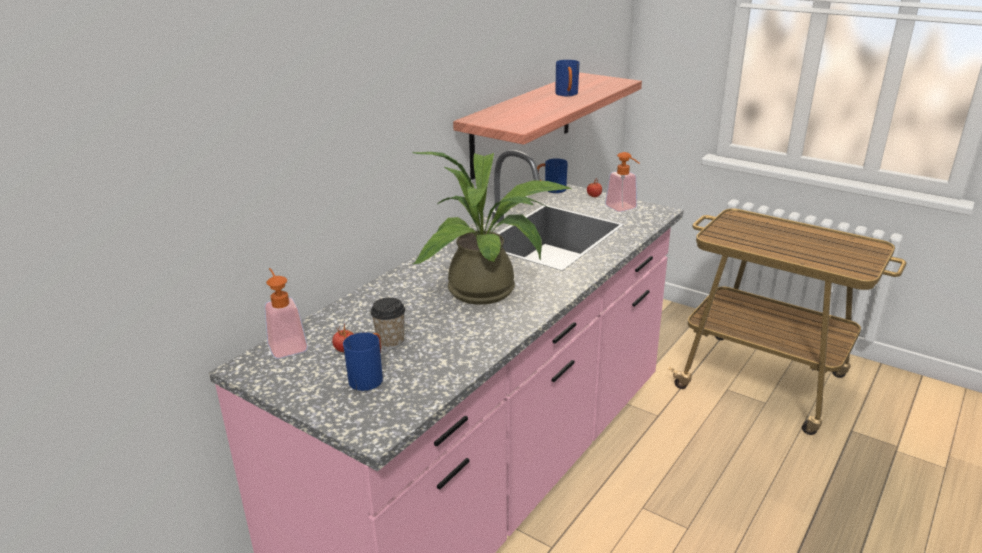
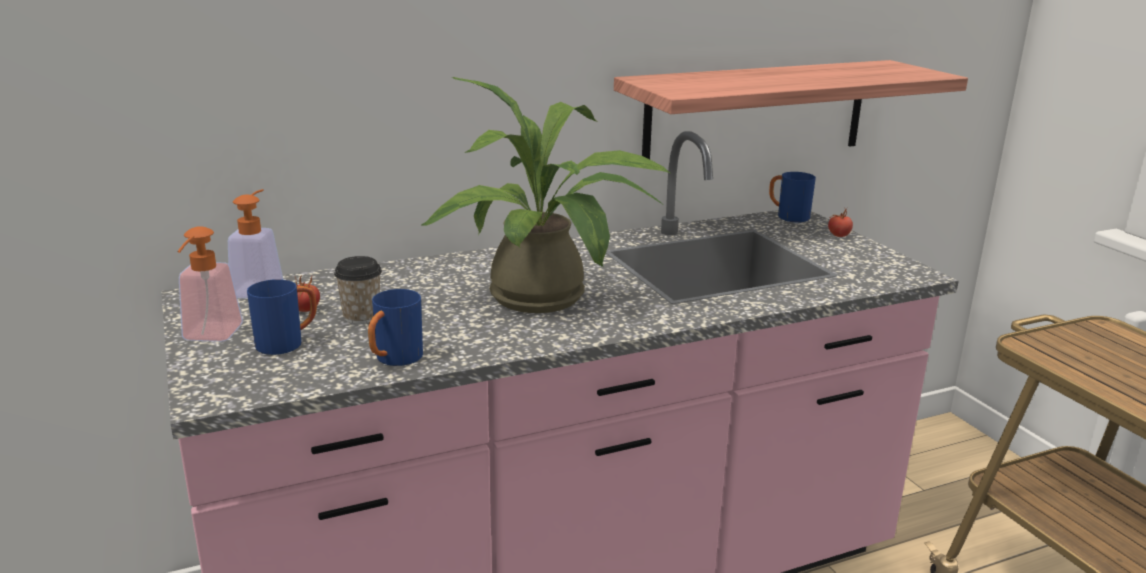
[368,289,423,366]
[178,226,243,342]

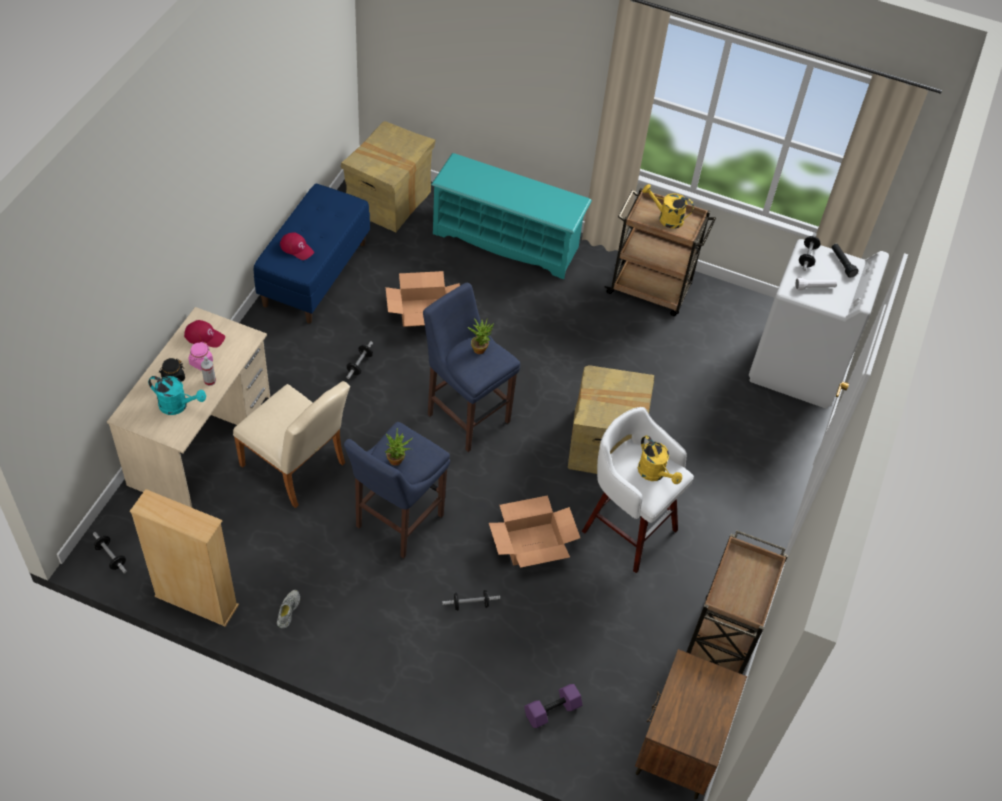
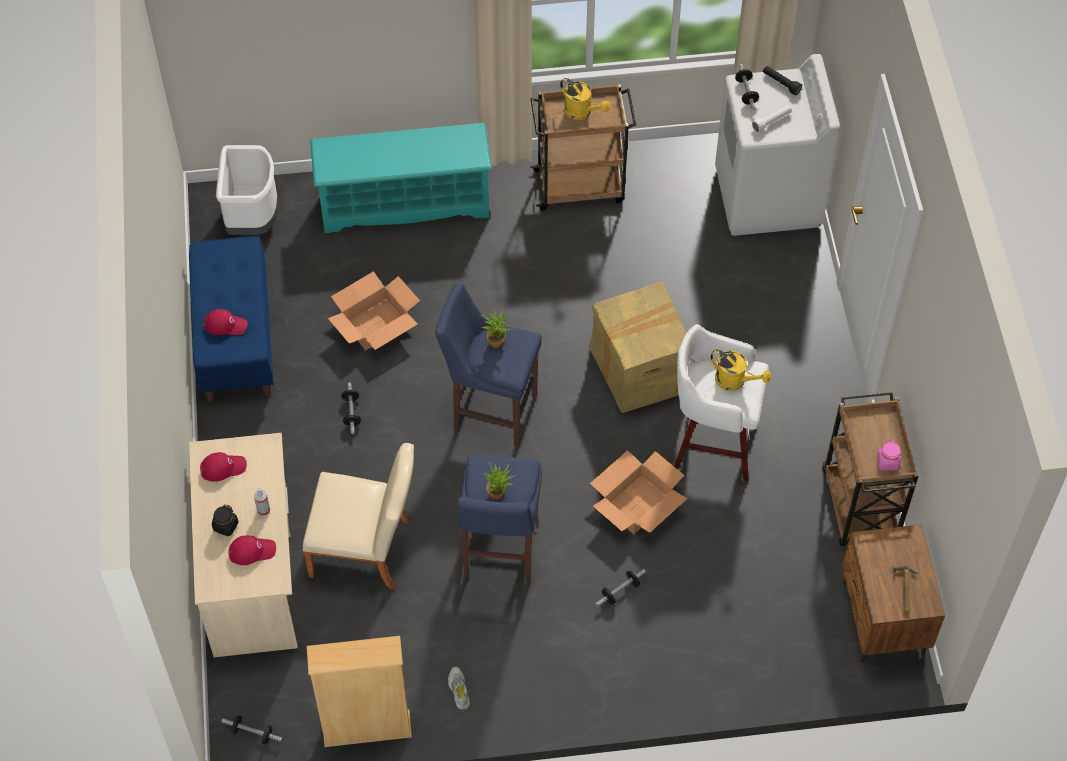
[524,684,583,728] (first image)
[892,565,918,612]
[877,440,901,470]
[229,535,276,565]
[216,145,278,235]
[560,78,610,120]

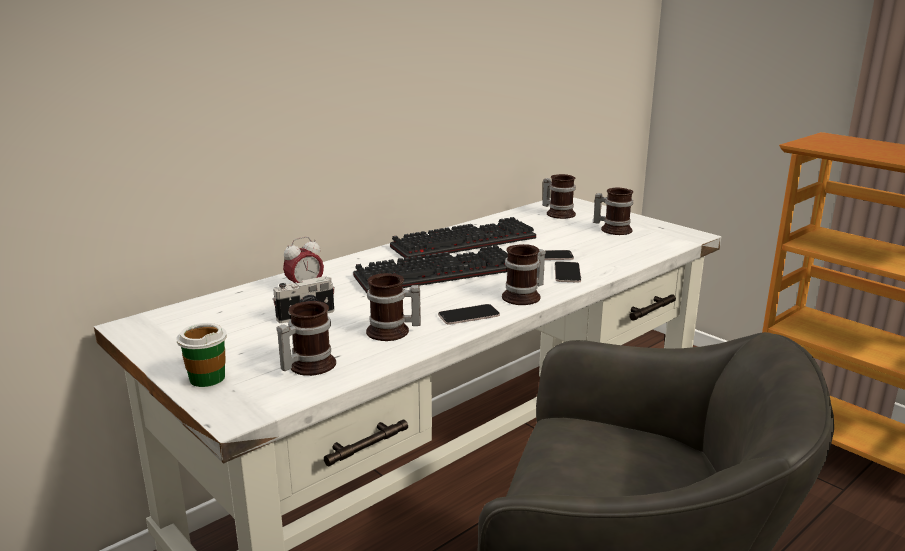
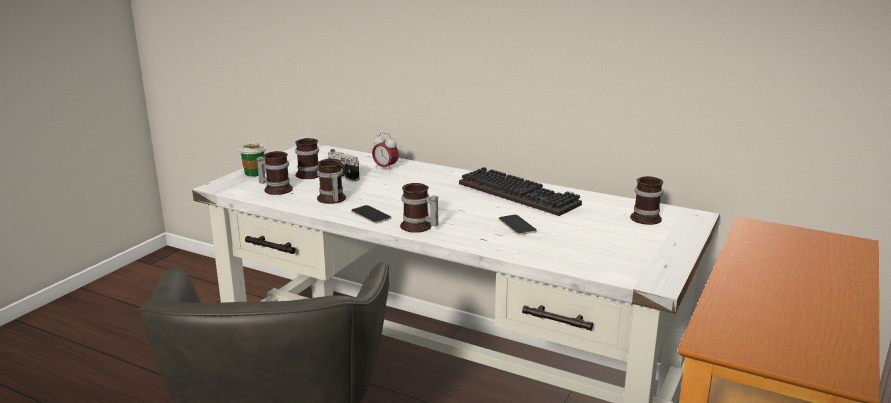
[353,245,508,293] (first image)
[555,262,581,283] (first image)
[295,138,319,179]

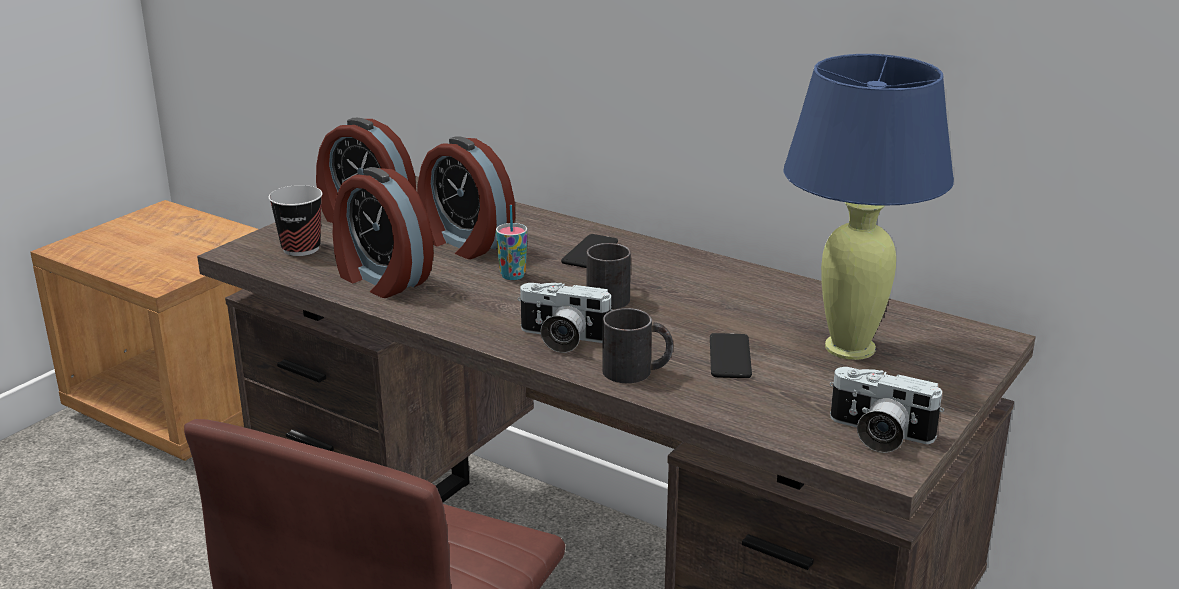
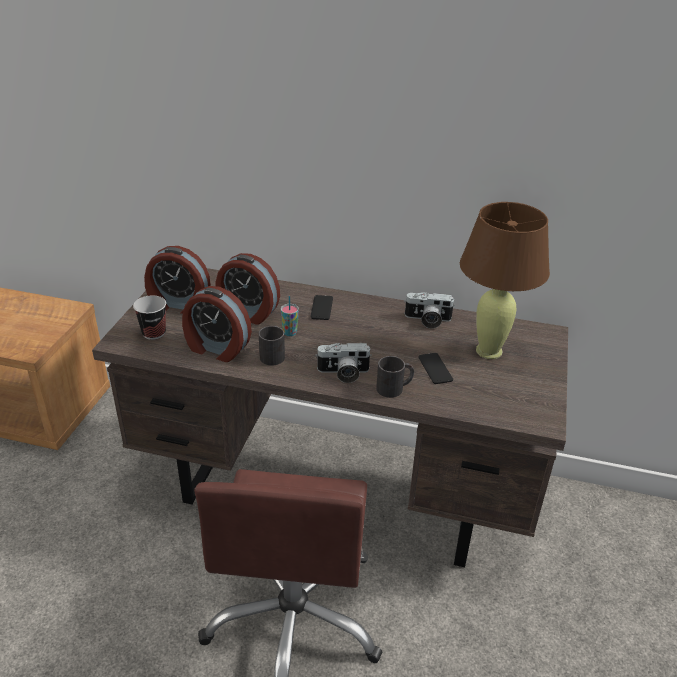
[259,325,285,365]
[404,292,455,329]
[460,202,550,359]

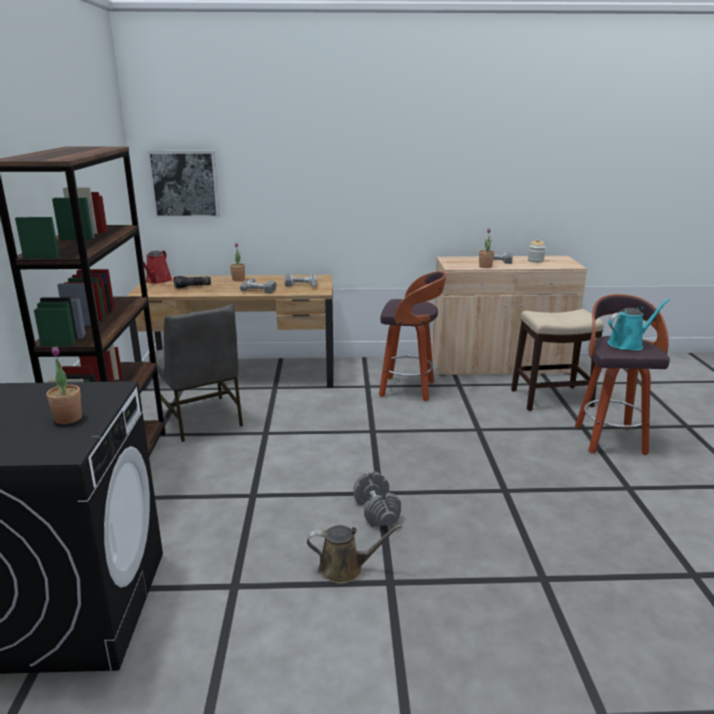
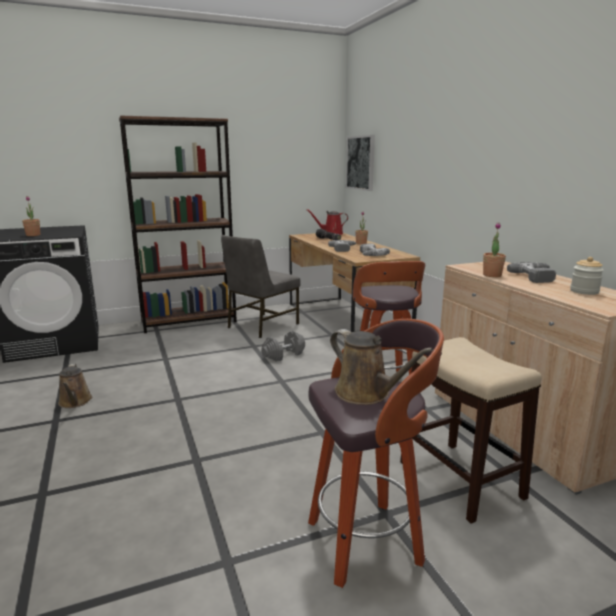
[261,331,305,361]
[330,329,434,405]

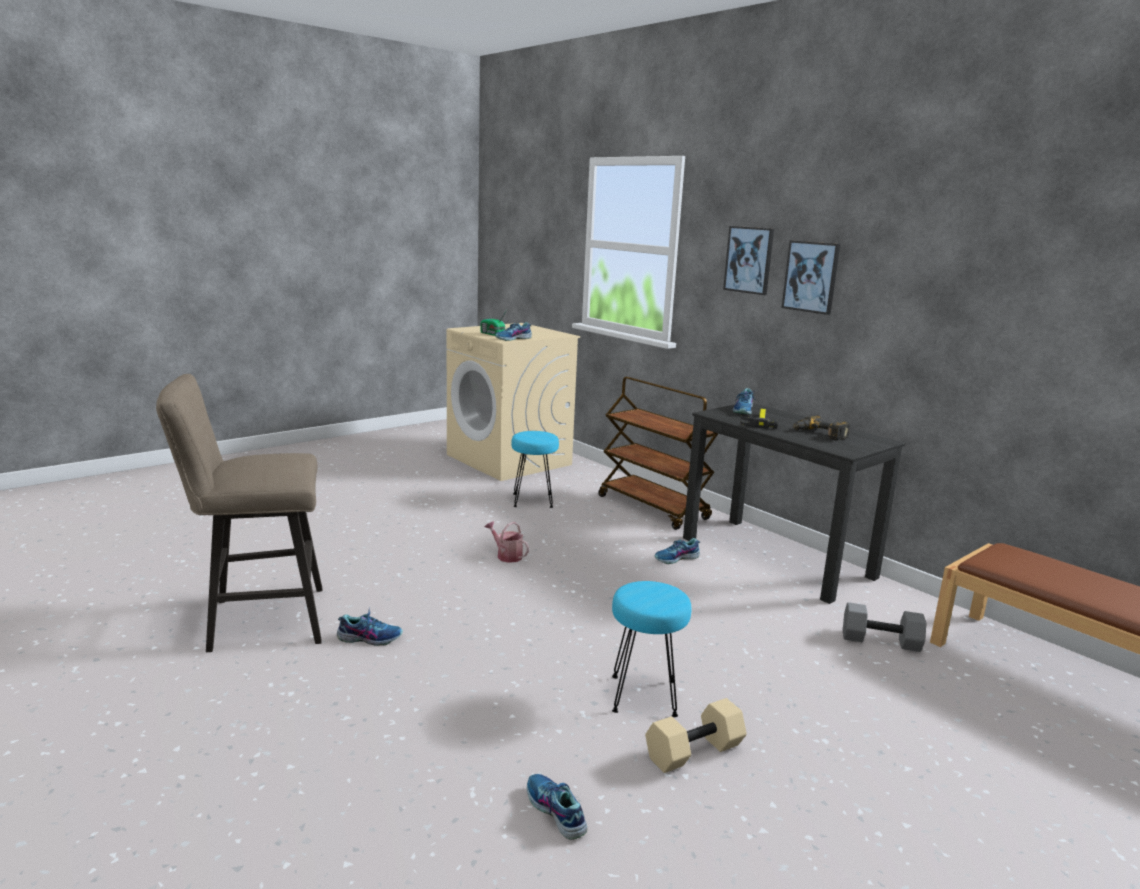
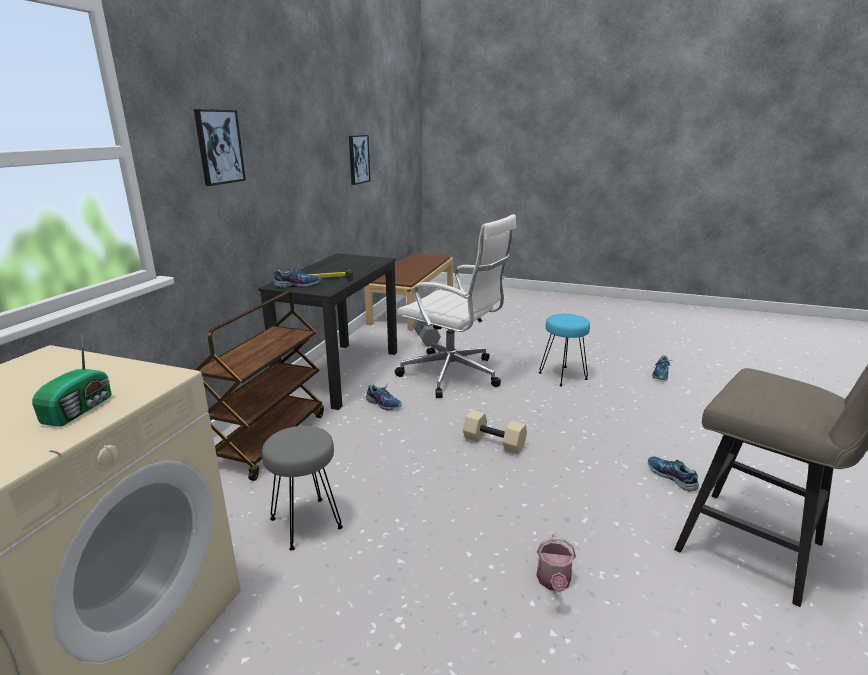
[495,322,532,341] (first image)
[793,415,850,440] (first image)
[395,214,516,398]
[536,533,576,592]
[463,410,527,454]
[349,135,371,185]
[262,426,343,550]

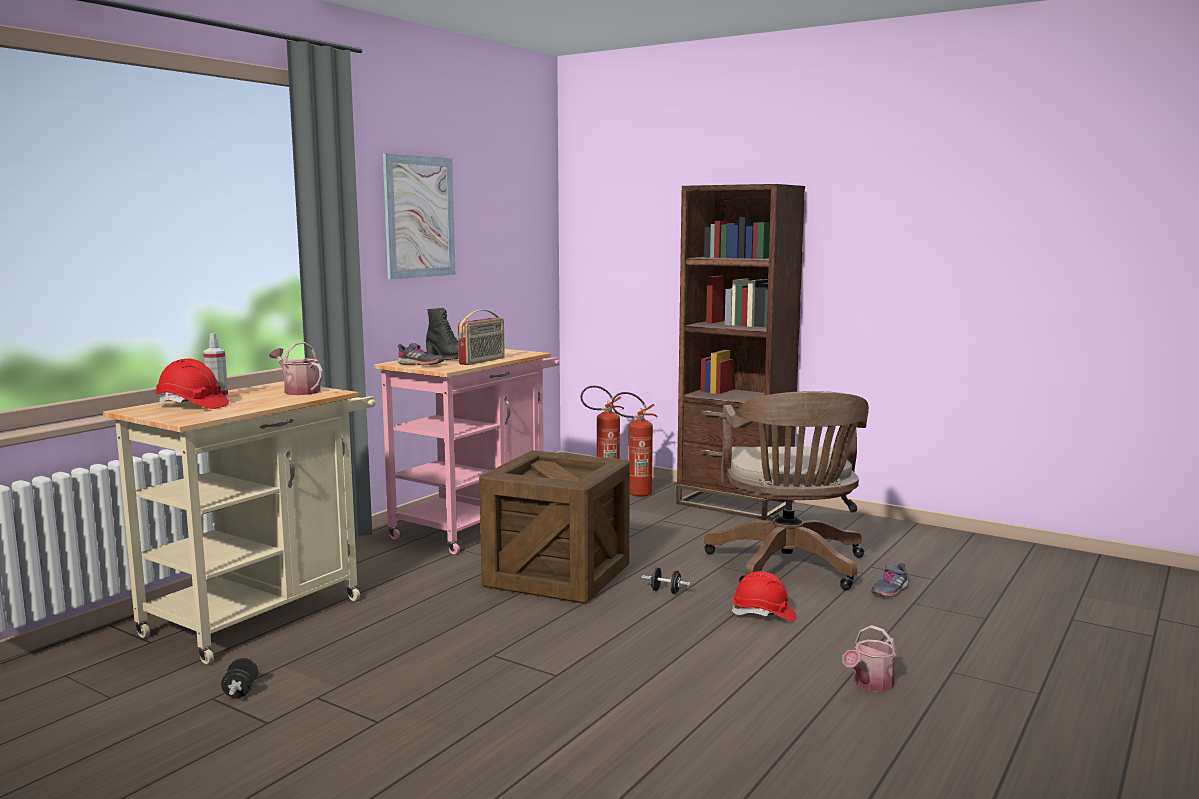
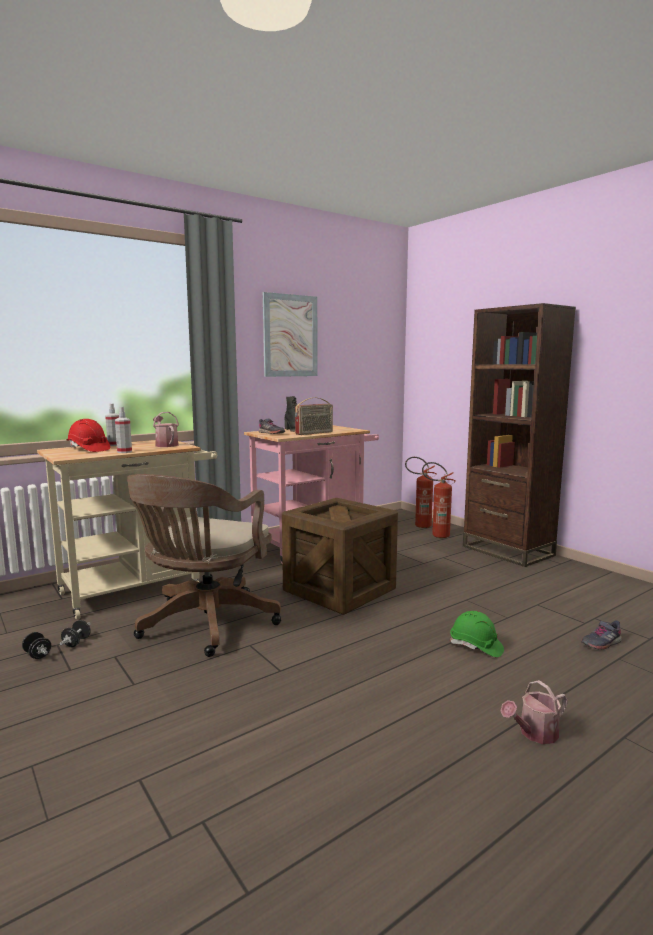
[115,407,132,453]
[22,632,51,659]
[127,474,281,657]
[450,611,504,657]

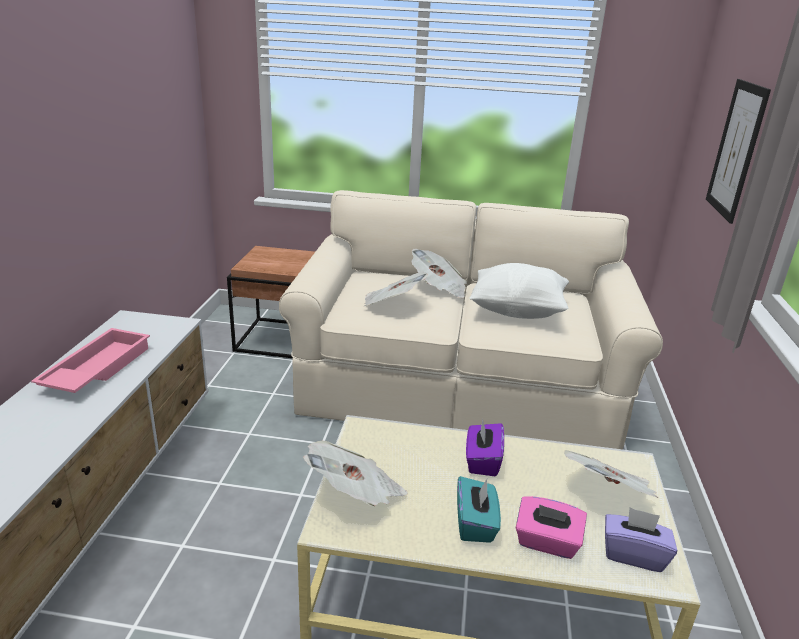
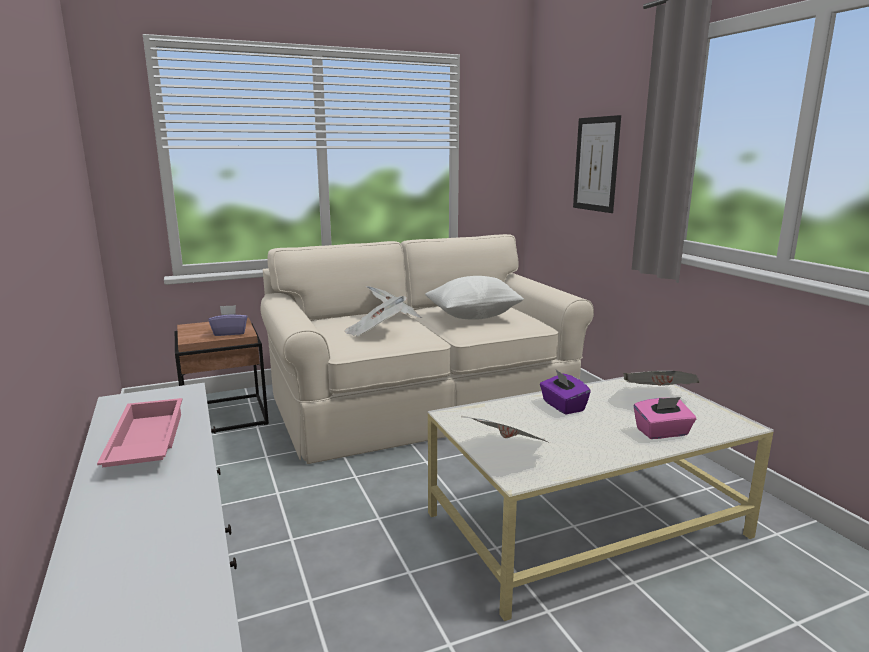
[457,476,501,543] (first image)
[208,305,248,336]

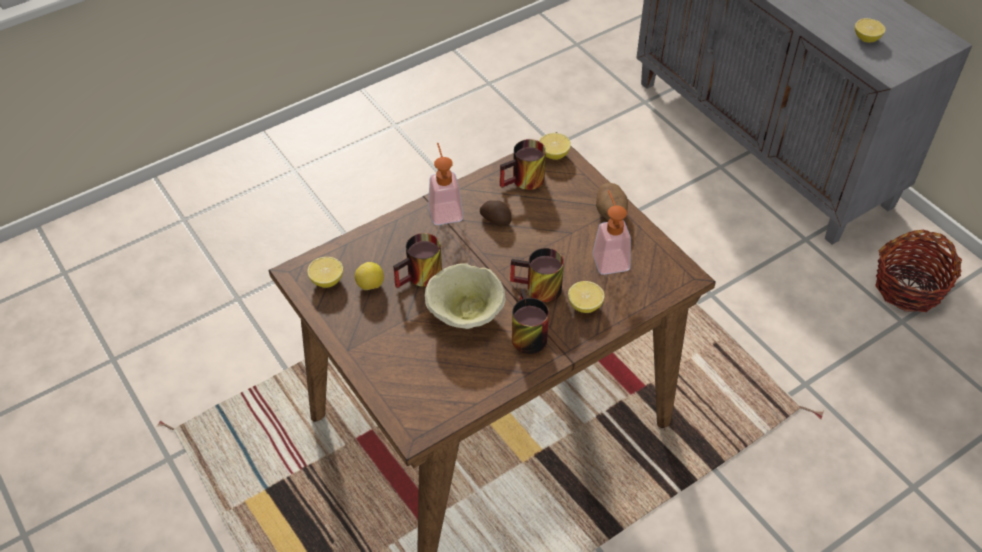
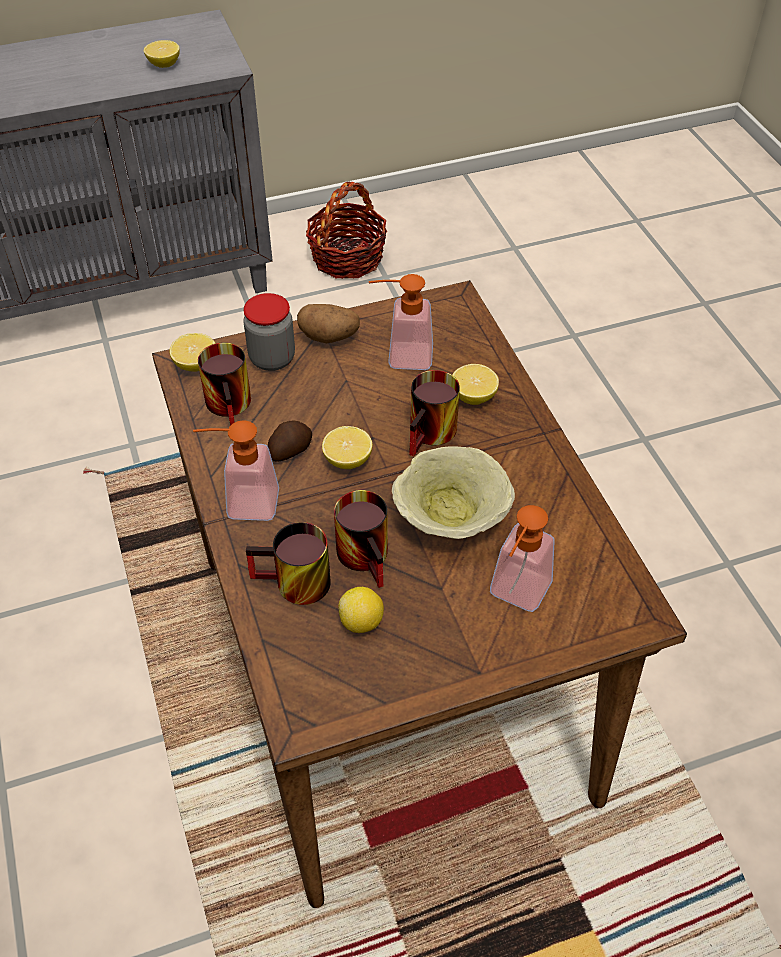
[243,293,295,371]
[490,505,554,612]
[322,426,372,469]
[246,522,331,605]

